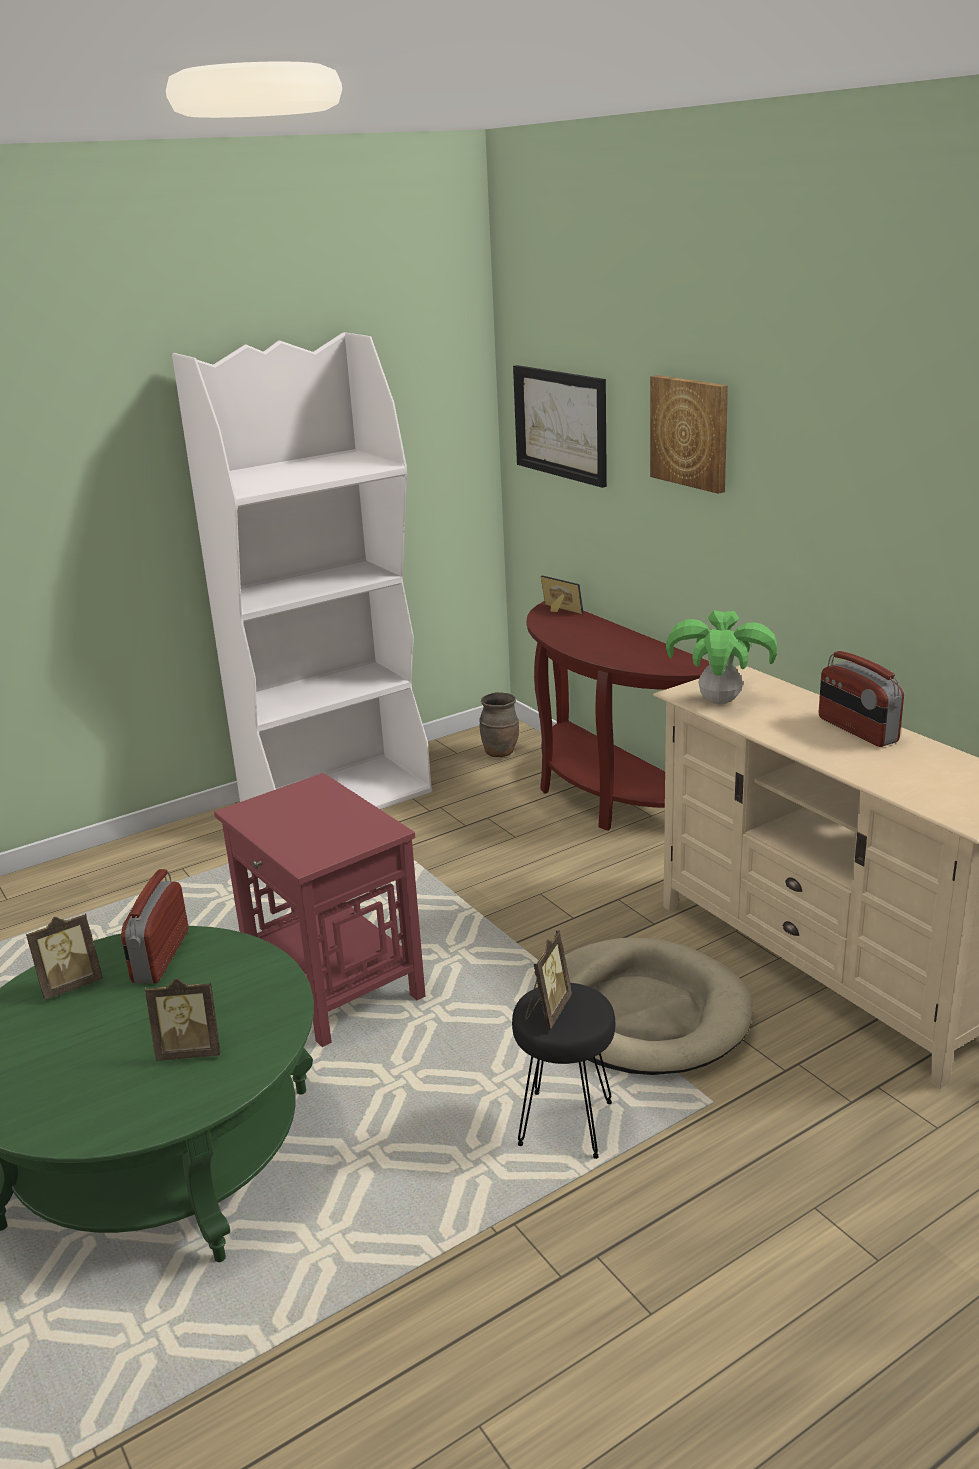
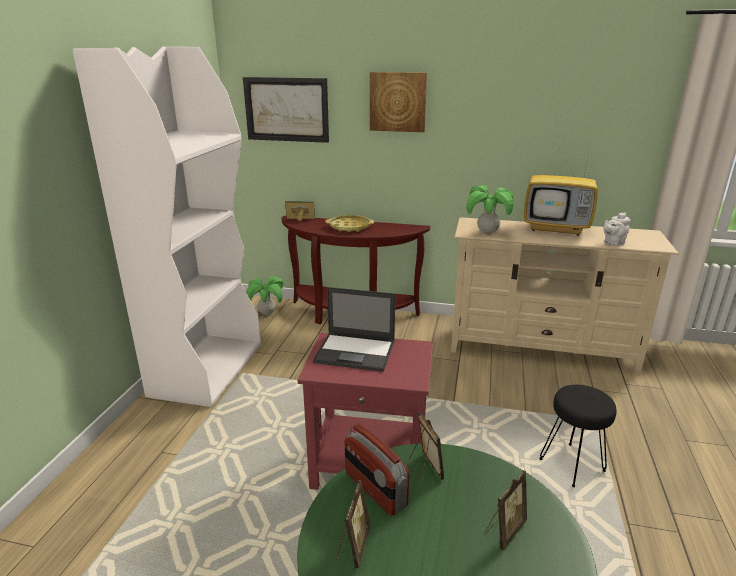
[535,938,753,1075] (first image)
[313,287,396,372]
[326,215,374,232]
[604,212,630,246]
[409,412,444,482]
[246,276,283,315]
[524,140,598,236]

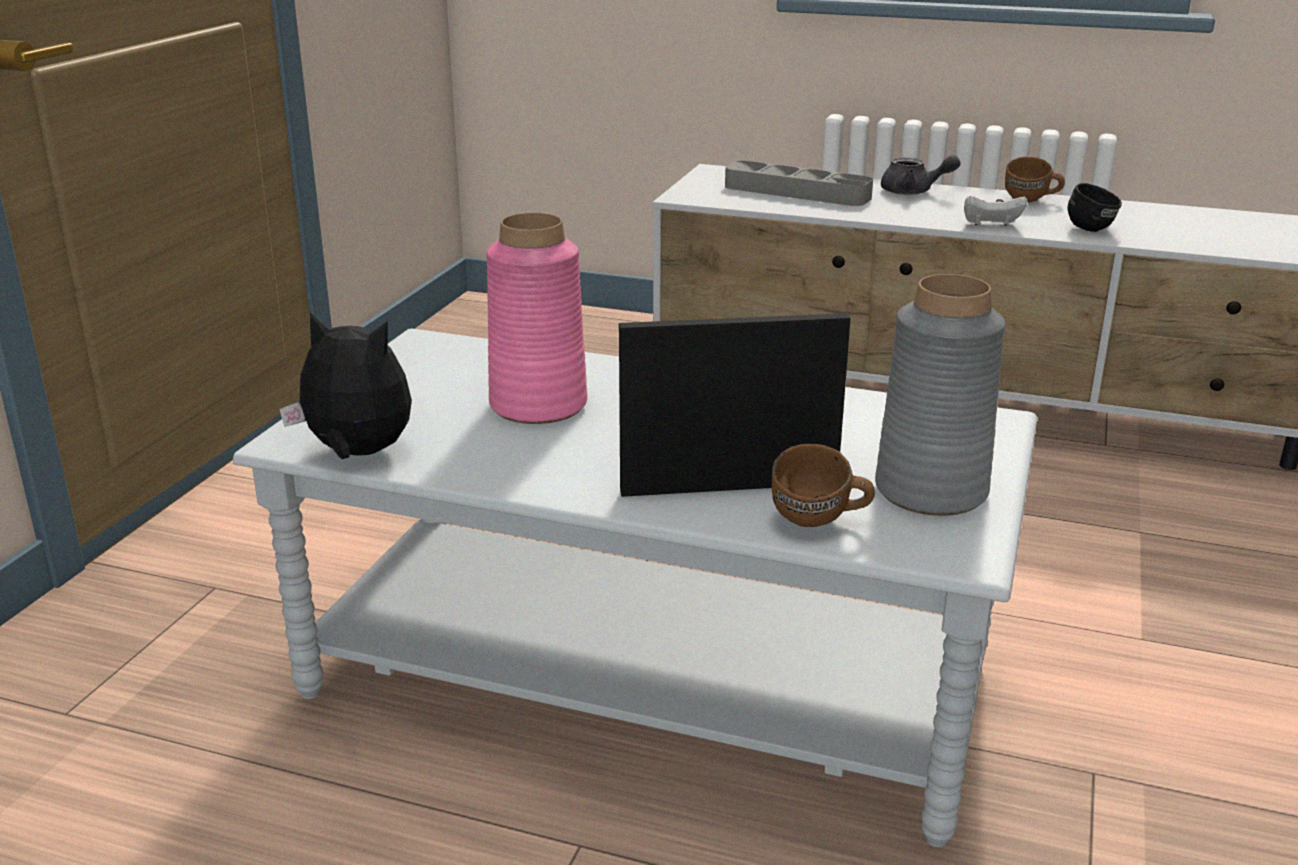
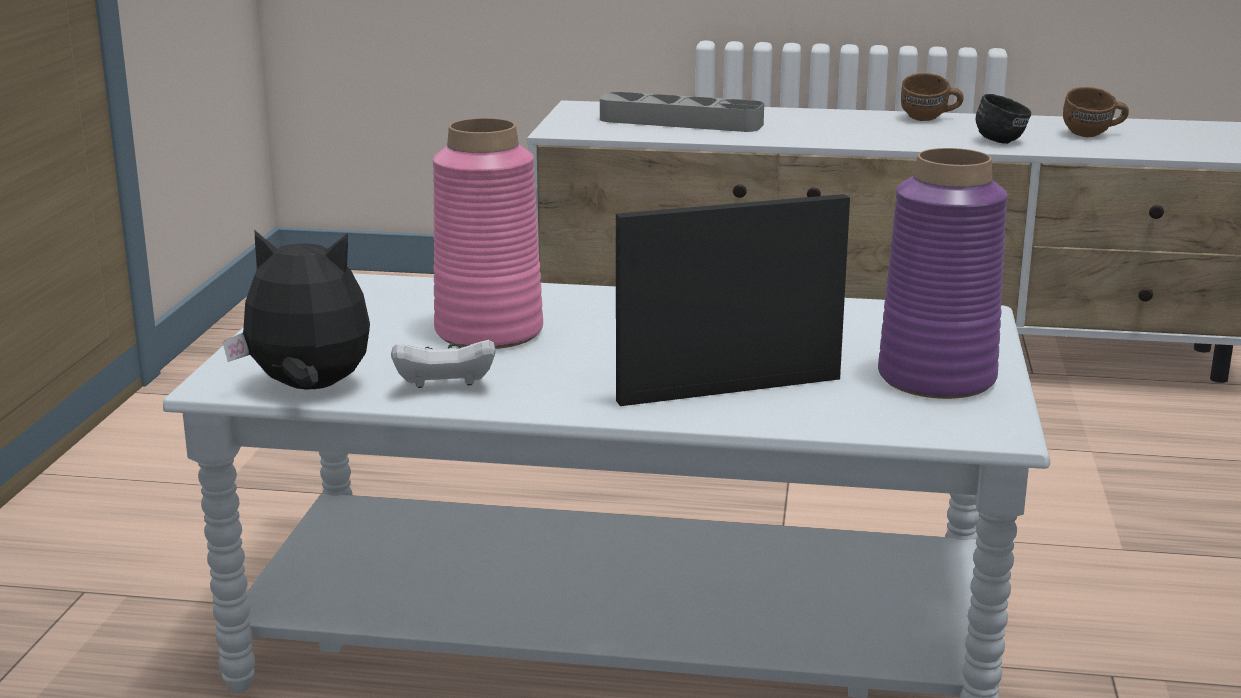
[881,155,961,195] (first image)
[1063,87,1129,137]
[391,340,496,388]
[878,148,1008,399]

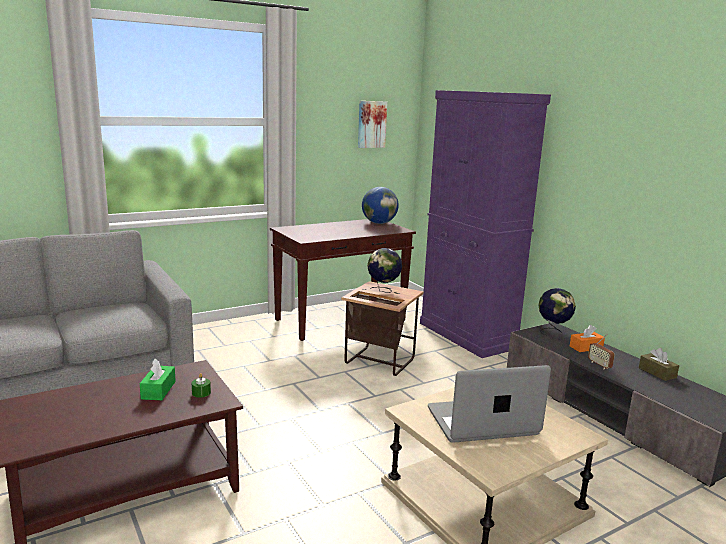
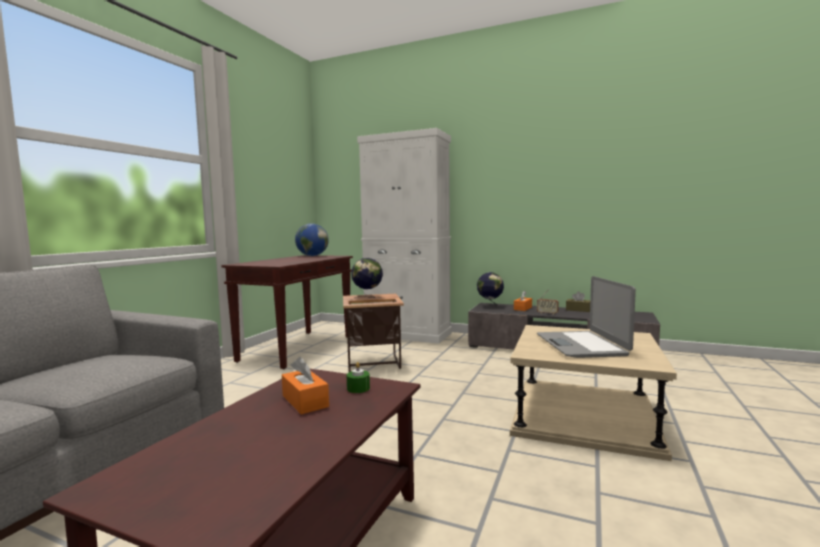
[358,101,387,148] (first image)
[282,357,329,414]
[357,128,452,344]
[537,276,636,358]

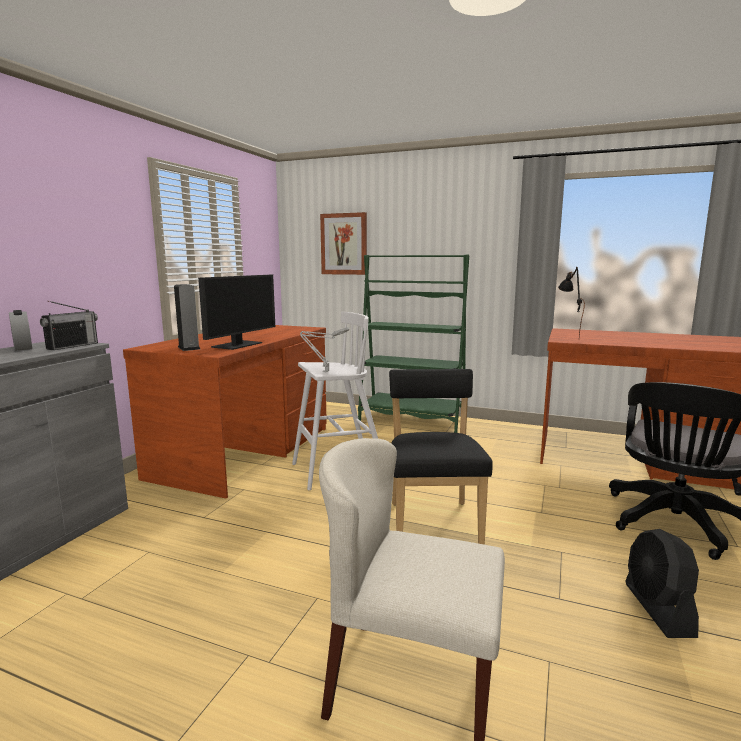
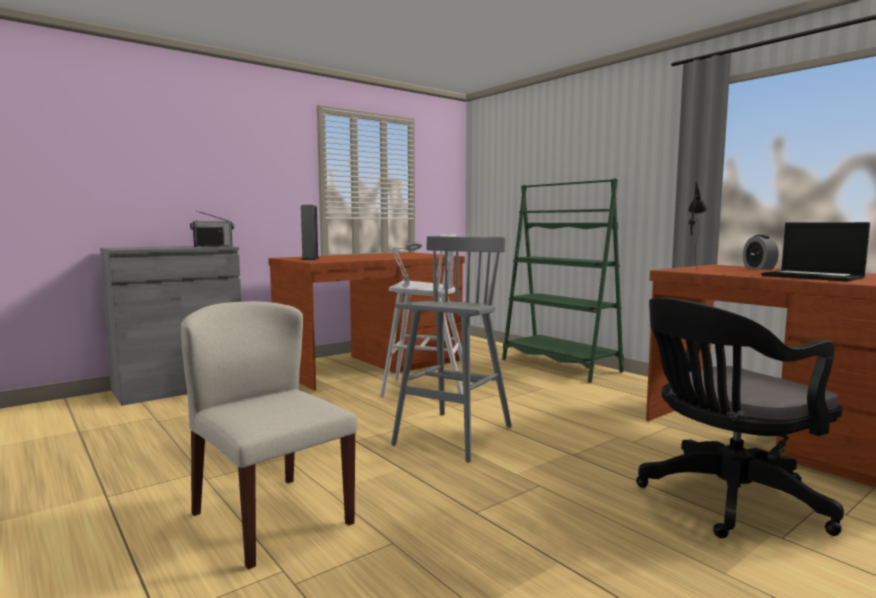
[198,275,275,350] (first image)
[320,212,367,275] (first image)
[625,529,699,638] (first image)
[761,222,870,282]
[743,235,779,269]
[391,236,512,463]

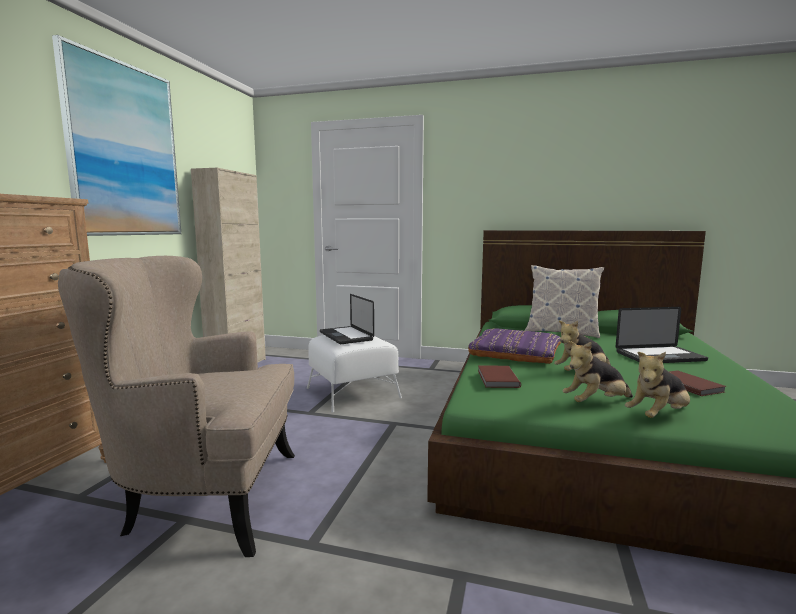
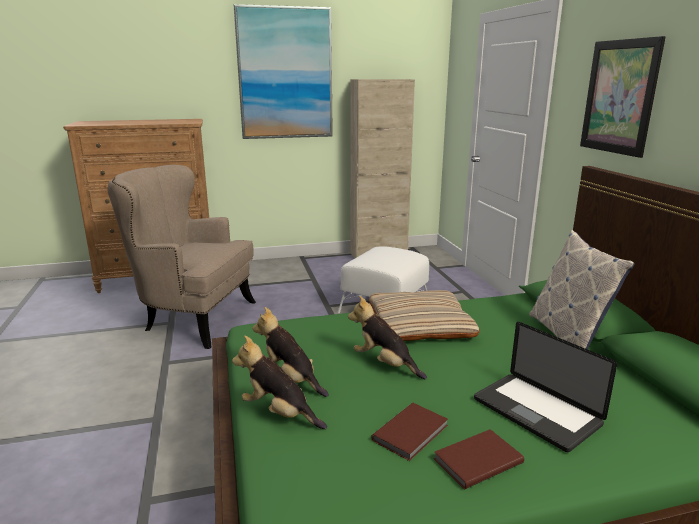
[320,294,374,344] (first image)
[580,36,666,158]
[434,429,524,489]
[369,290,480,341]
[107,165,256,349]

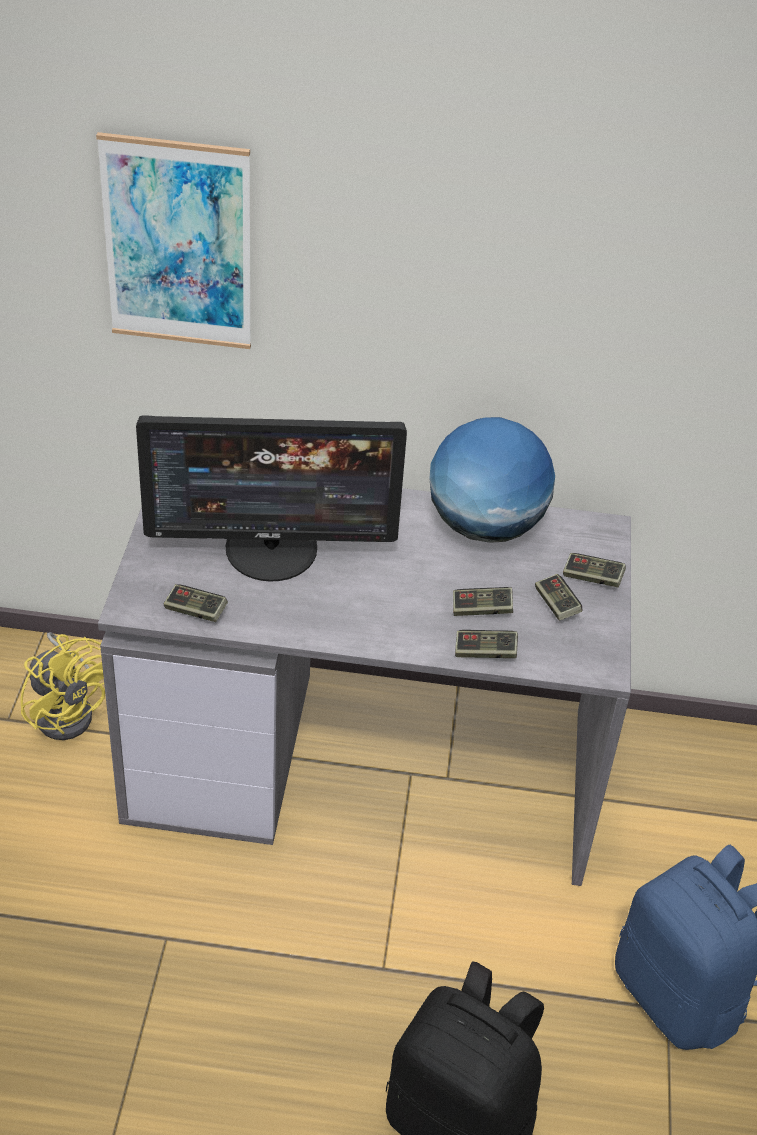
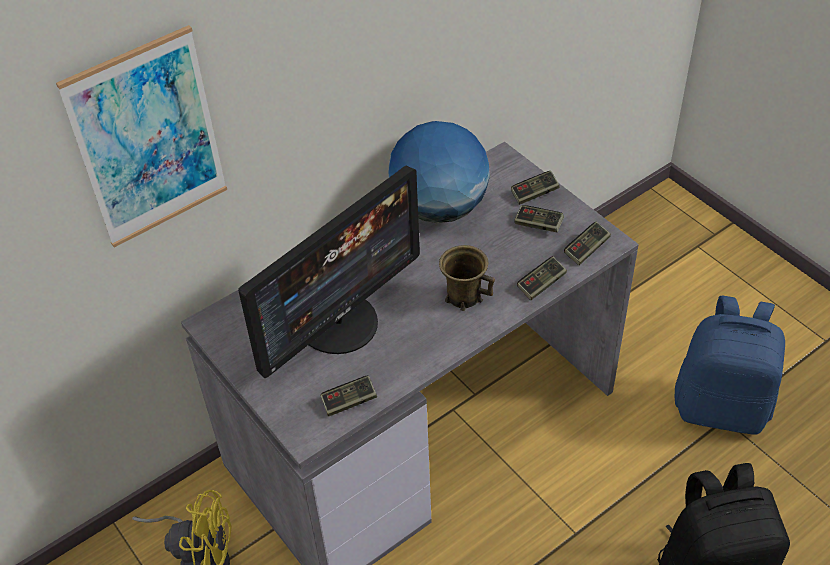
[439,245,495,311]
[564,222,611,265]

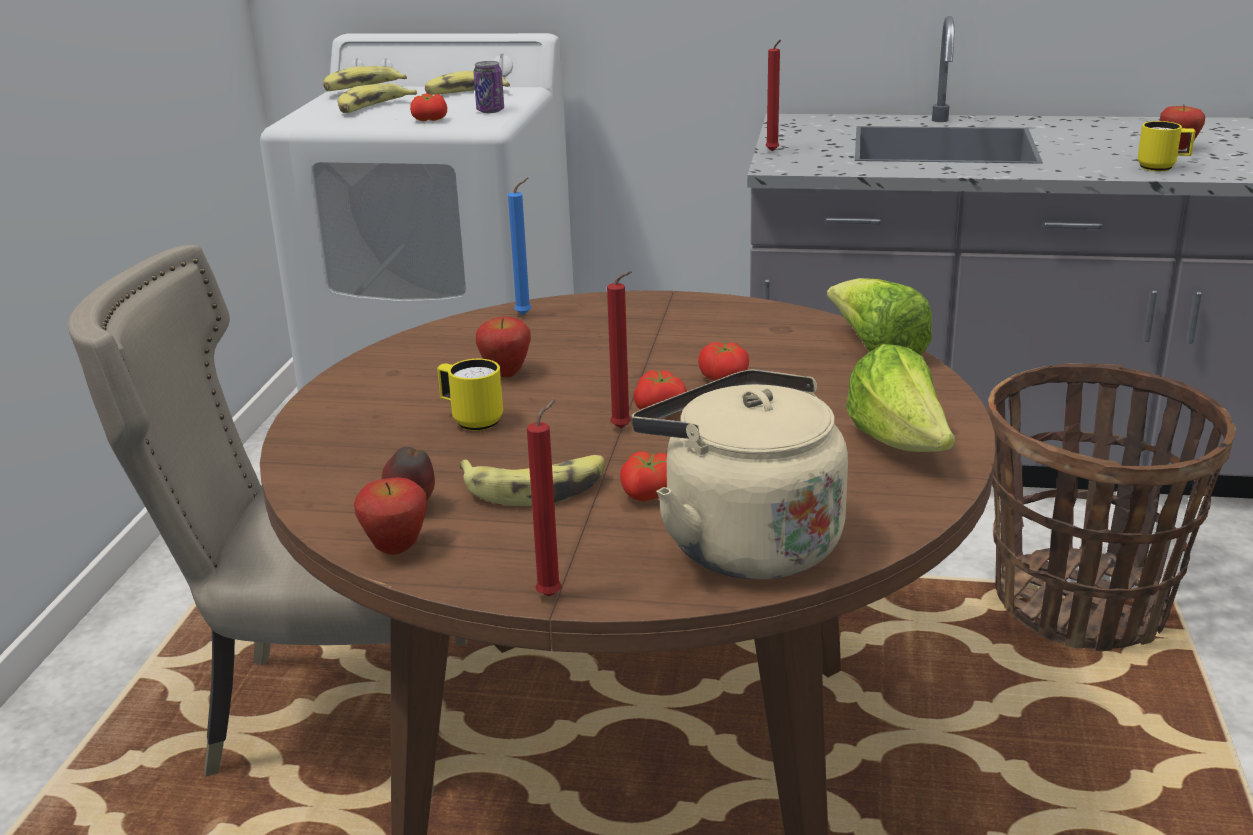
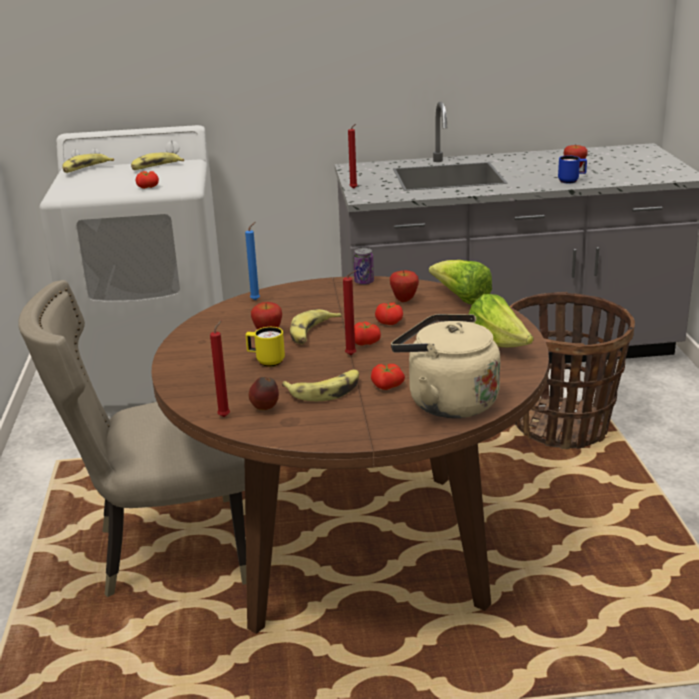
[290,309,342,344]
[390,270,419,302]
[353,248,374,285]
[210,320,230,417]
[558,156,587,184]

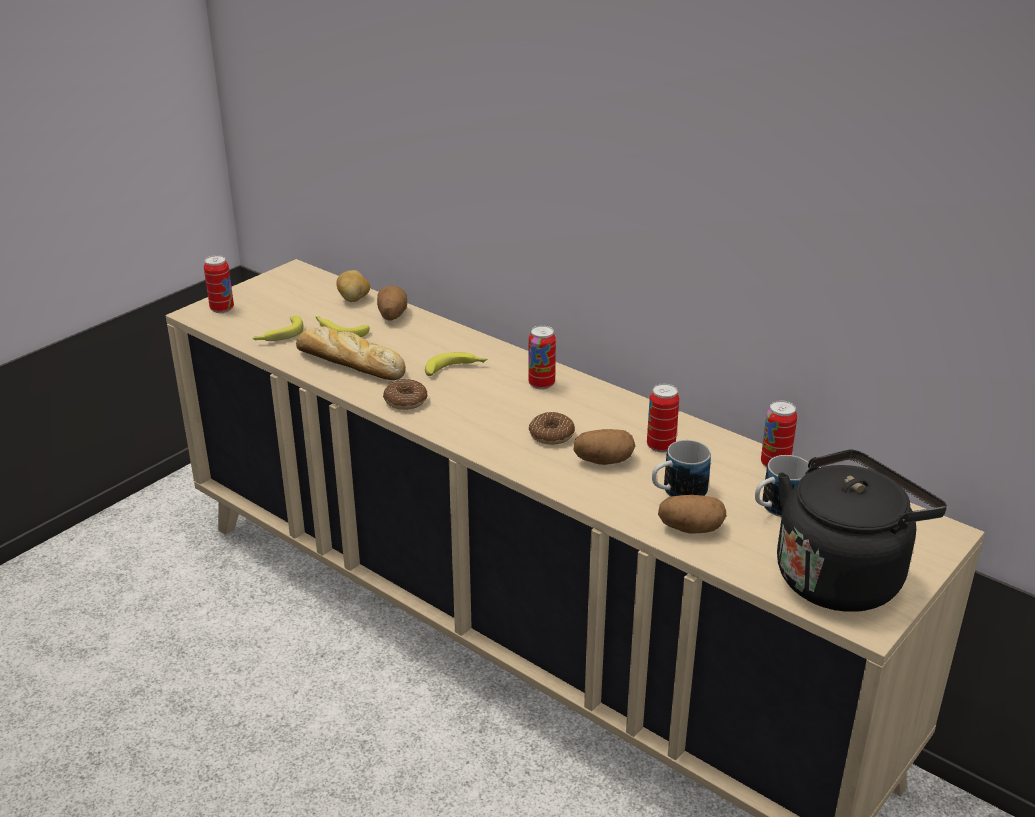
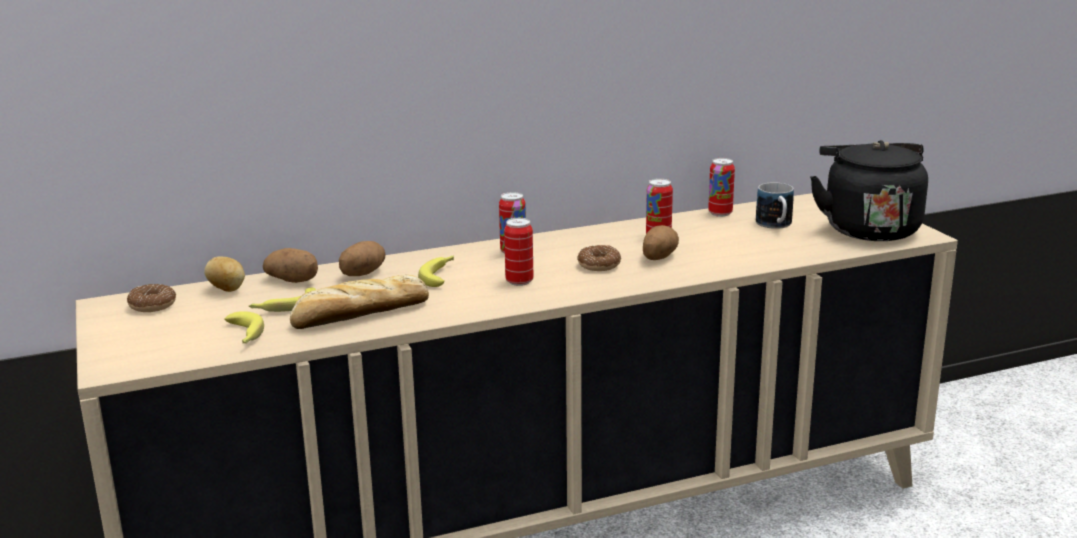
[652,440,711,497] (first image)
[504,218,533,286]
[127,284,176,312]
[339,241,385,276]

